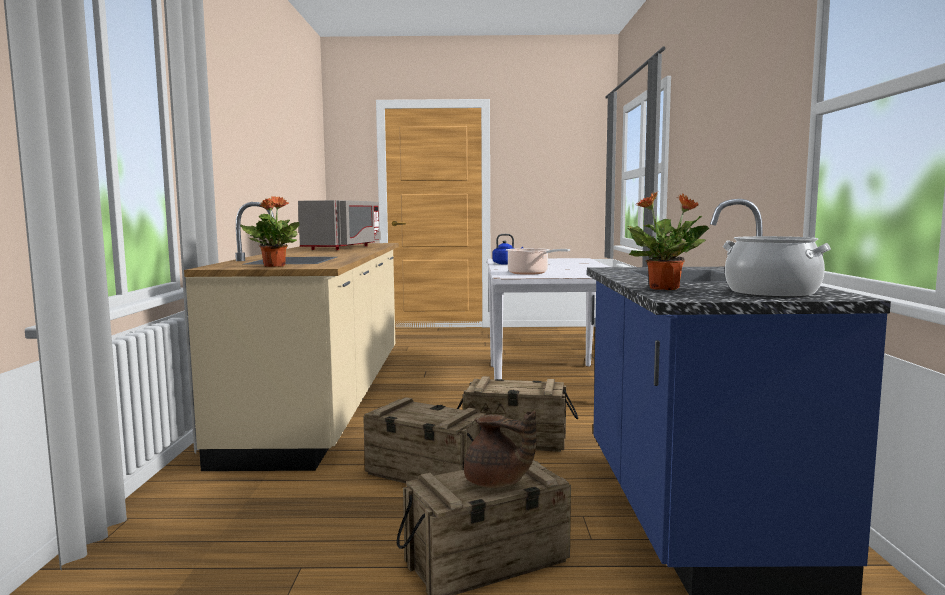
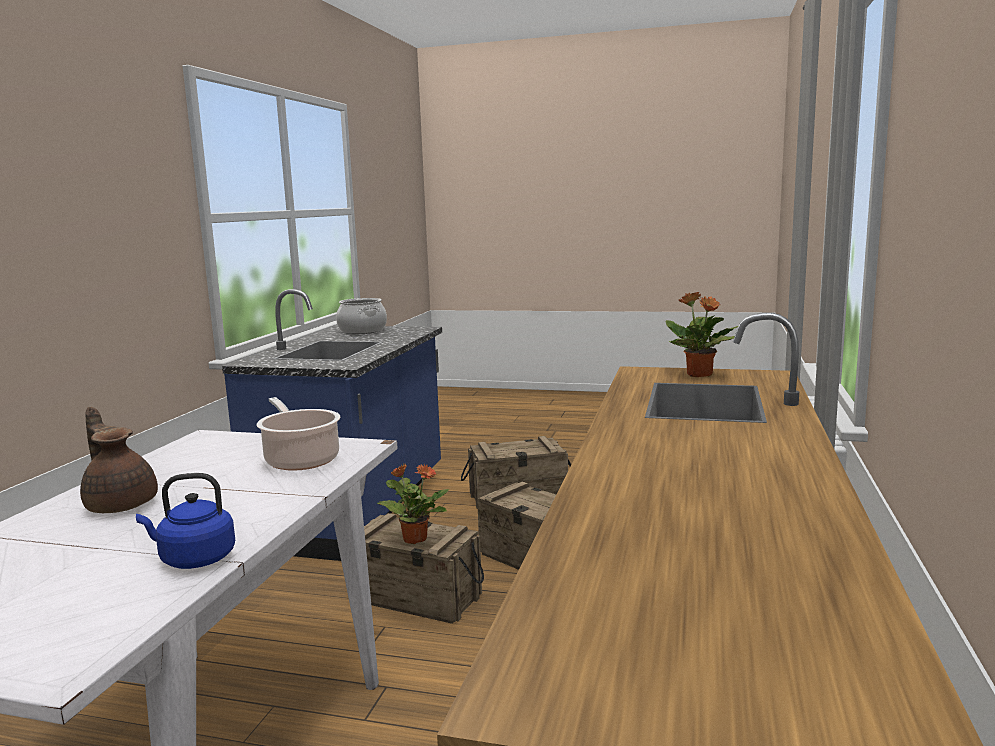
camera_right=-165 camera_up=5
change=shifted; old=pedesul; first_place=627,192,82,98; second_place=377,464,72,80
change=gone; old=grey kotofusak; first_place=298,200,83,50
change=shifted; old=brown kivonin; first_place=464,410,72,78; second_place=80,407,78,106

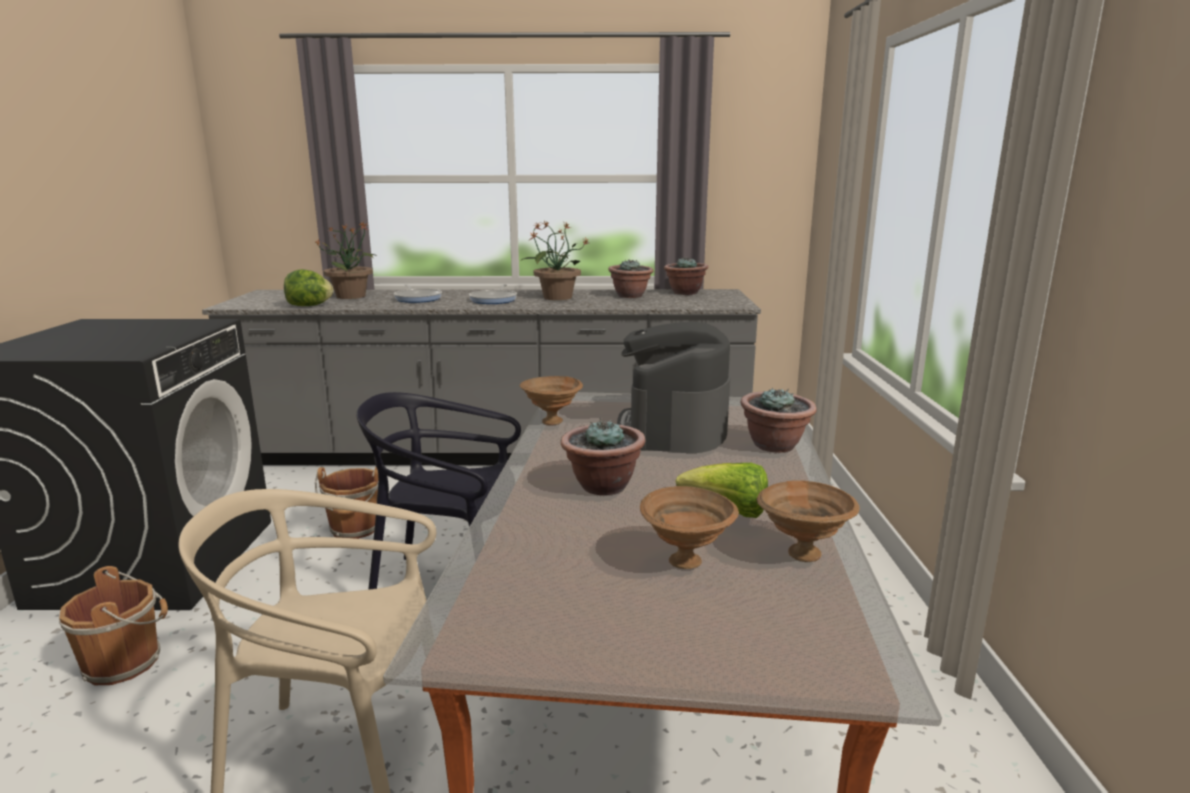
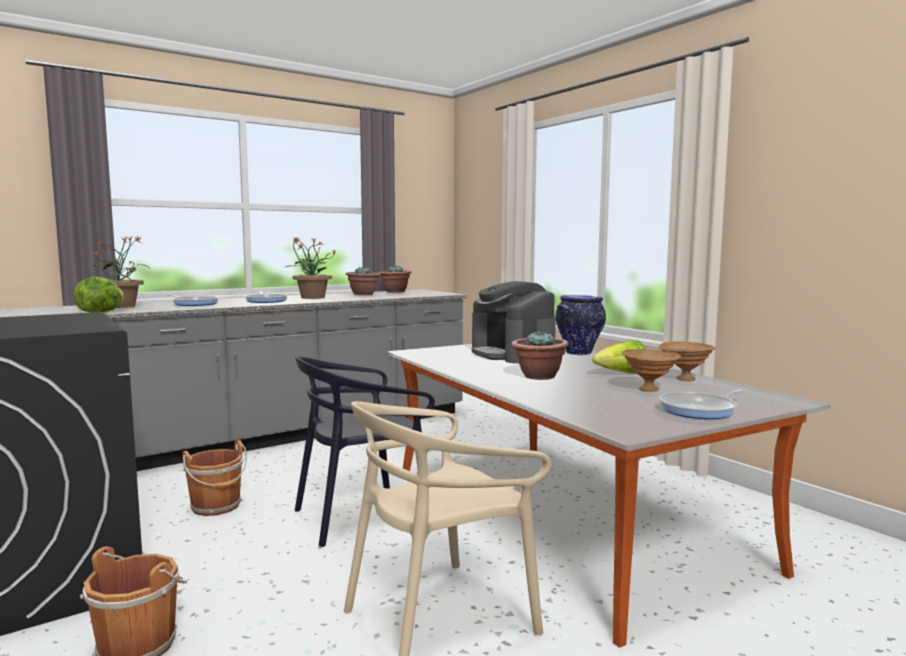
camera_right=-35 camera_up=-10
change=gone; old=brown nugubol; first_place=520,376,63,49
change=swapped; old=pedesul; new=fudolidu; first_place=740,387,77,66; second_place=556,295,50,60
change=new; new=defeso; second_place=659,389,87,30

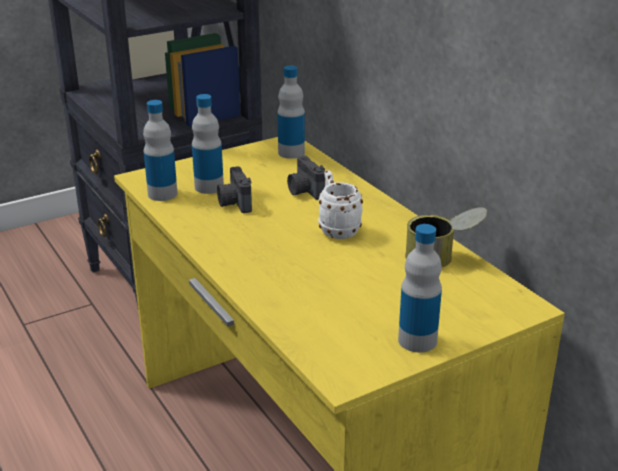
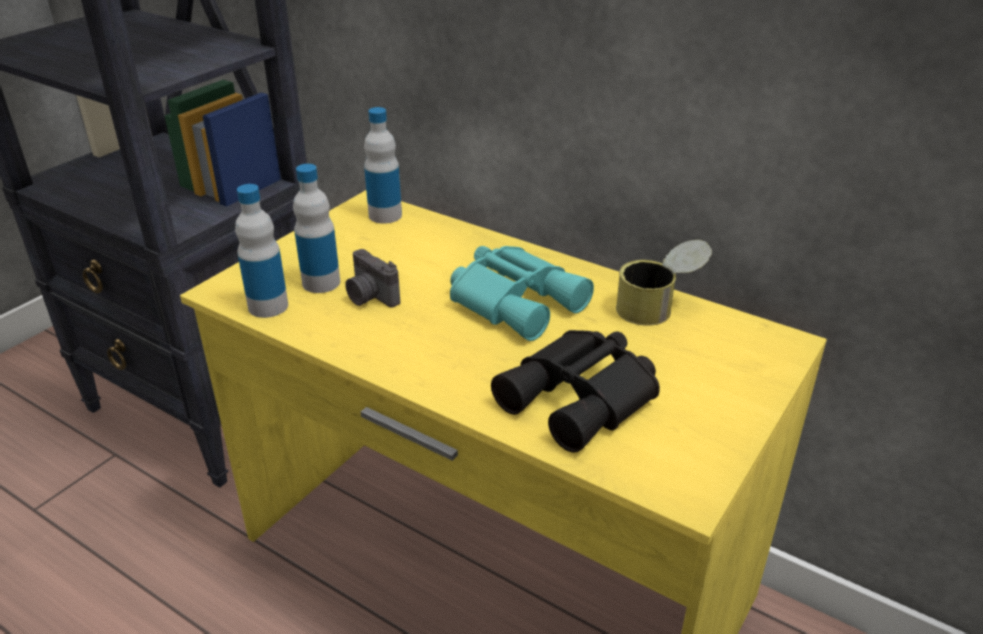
camera_right=-25 camera_up=5
change=gone; old=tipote; first_place=287,155,38,45
change=swapped; old=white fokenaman; new=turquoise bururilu; first_place=318,170,45,69; second_place=450,246,144,95
change=gone; old=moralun; first_place=398,224,44,129
change=new; new=black bururilu; second_place=491,330,169,123

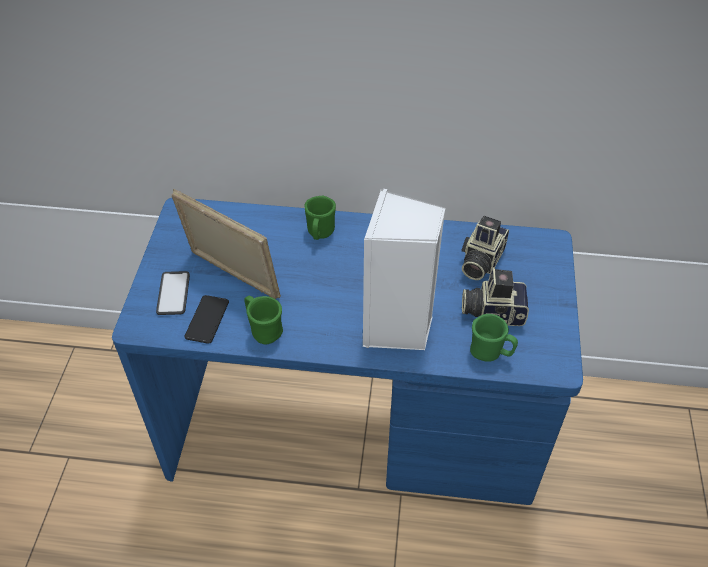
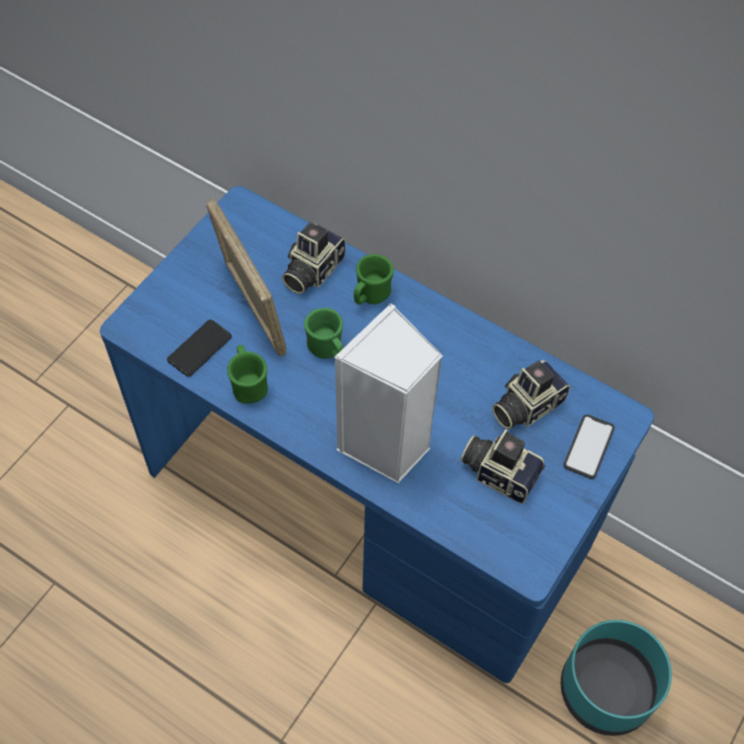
camera_right=25 camera_up=10
change=shifted; old=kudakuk; first_place=156,271,34,44; second_place=563,414,52,65
change=shifted; old=green fokenaman; first_place=470,314,48,48; second_place=304,308,39,51
change=new; new=tipote; second_place=282,222,64,72
change=new; new=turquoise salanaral; second_place=561,620,111,116

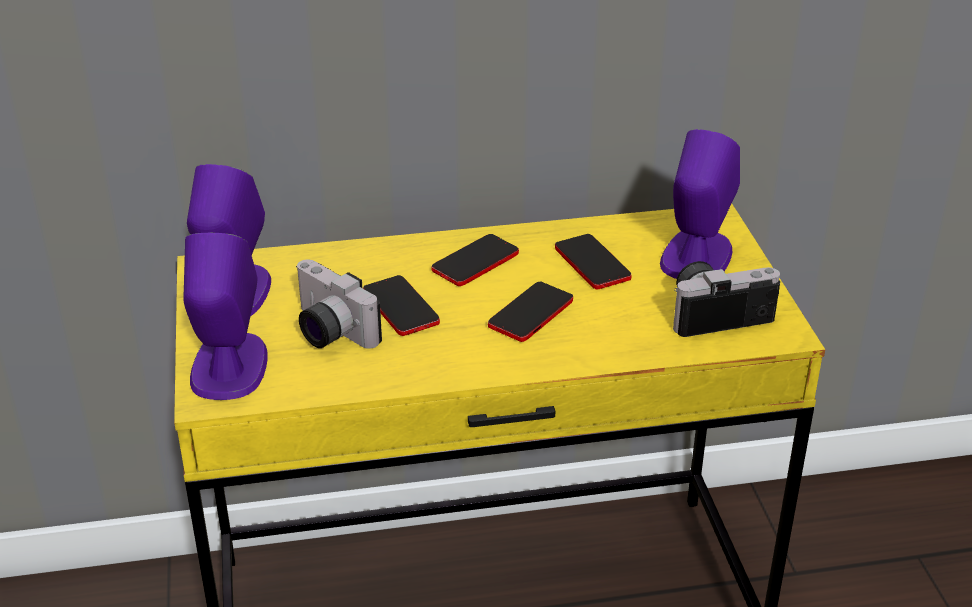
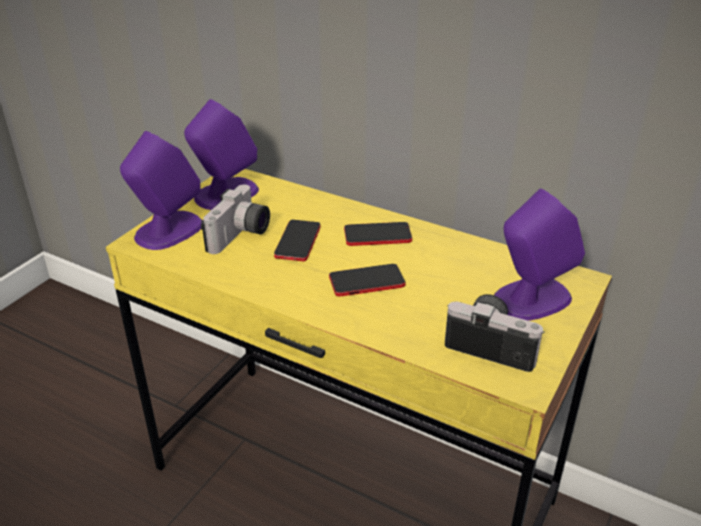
camera_right=40 camera_up=0
change=gone; old=kudakuk; first_place=555,234,76,56
change=rotated; old=tipote; first_place=296,260,86,89; second_place=201,185,69,69; degrees=-150

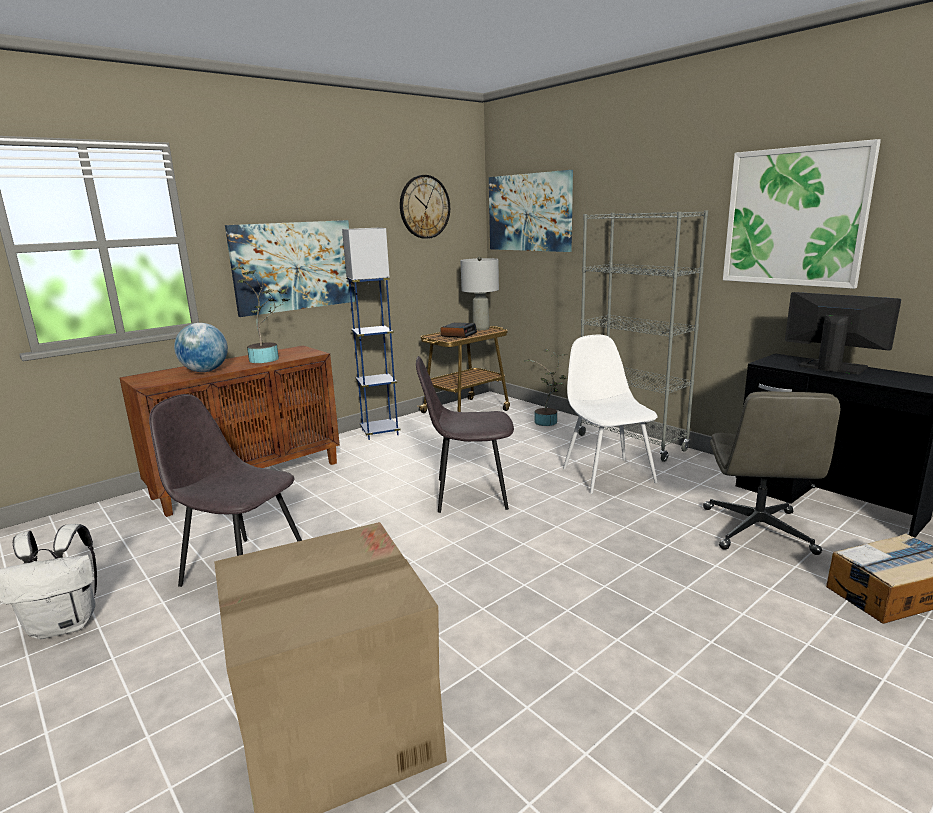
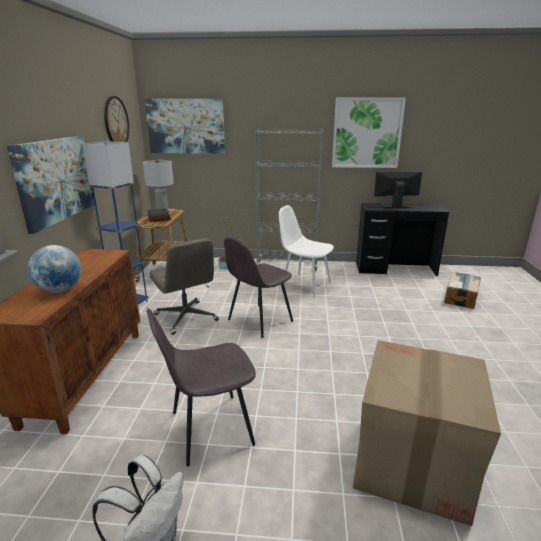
camera_right=-45 camera_up=5
change=gone; old=pedesul; first_place=231,267,58,96
change=shifted; old=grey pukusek; first_place=703,391,137,164; second_place=150,238,69,97

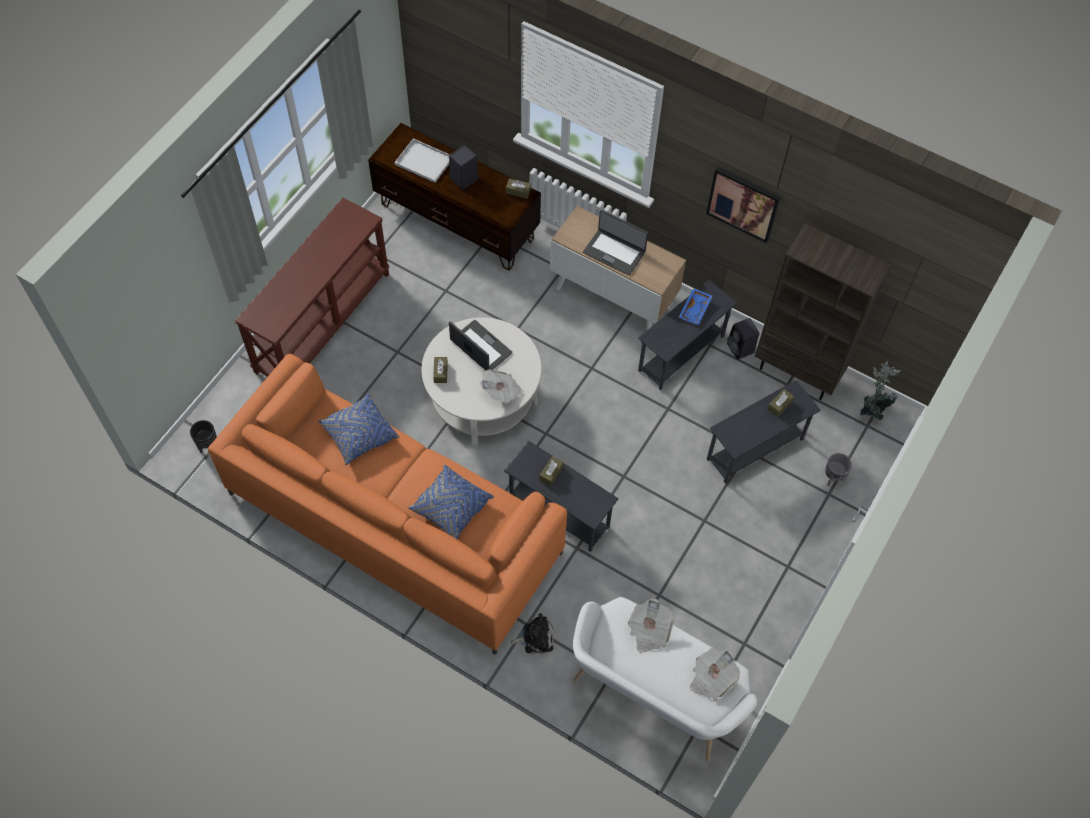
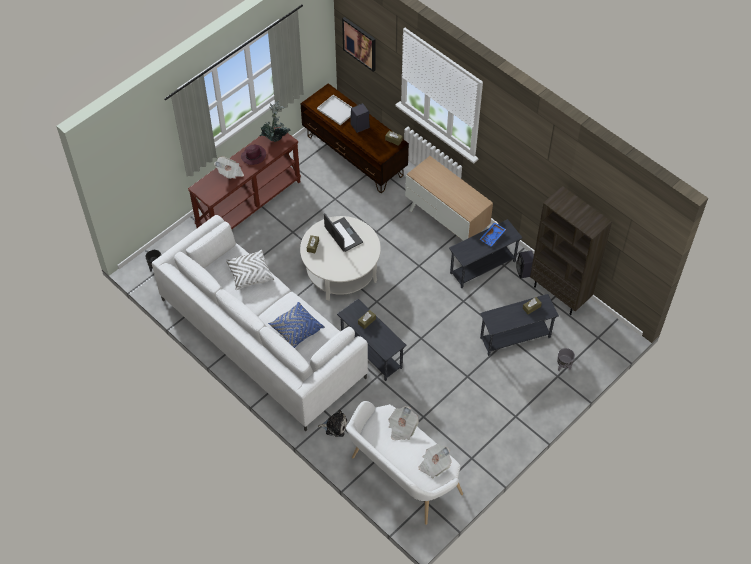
camera_right=15 camera_up=-5
change=shifted; old=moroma; first_place=706,167,74,76; second_place=342,17,34,55
change=gone; old=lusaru; first_place=583,210,65,65
change=repainted; old=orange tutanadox; new=white tutanadox; first_place=208,354,359,301; second_place=152,215,217,216
change=shifted; old=pedesul; first_place=860,361,41,59; second_place=260,100,30,42
change=shifted; old=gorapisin; first_place=480,369,44,35; second_place=214,157,30,22
change=repainted; old=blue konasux; new=white konasux; first_place=318,394,81,71; second_place=225,250,49,40
change=new; new=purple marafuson; second_place=241,145,25,20

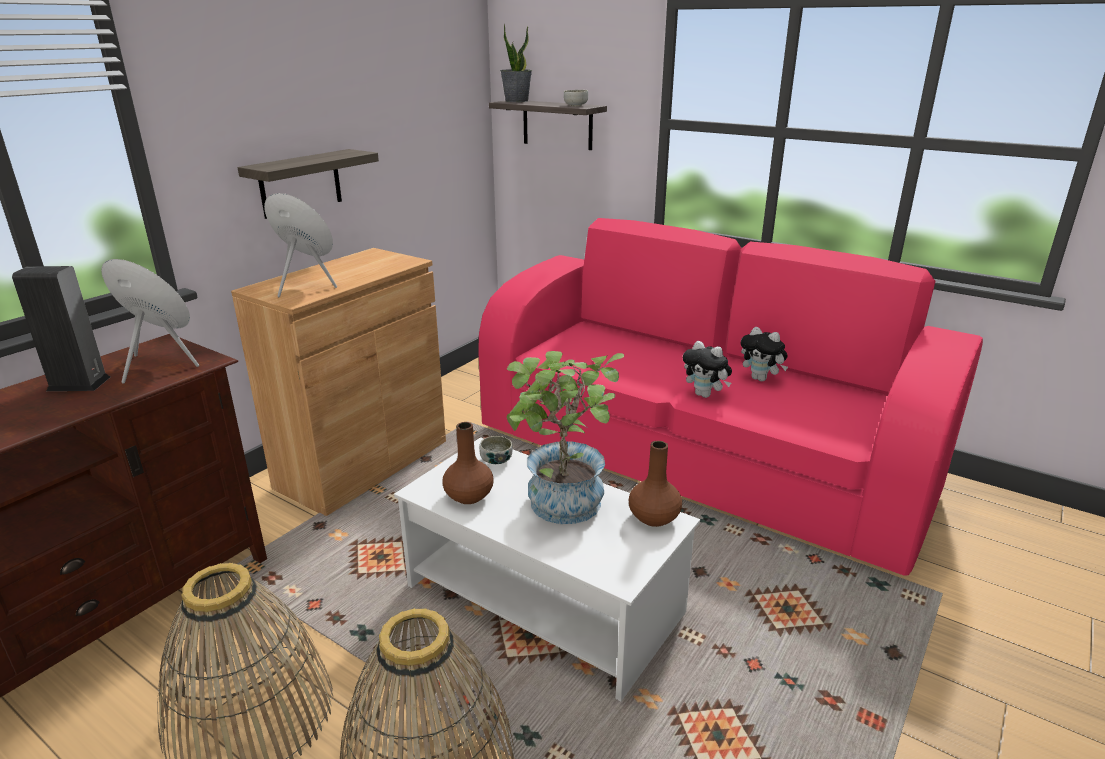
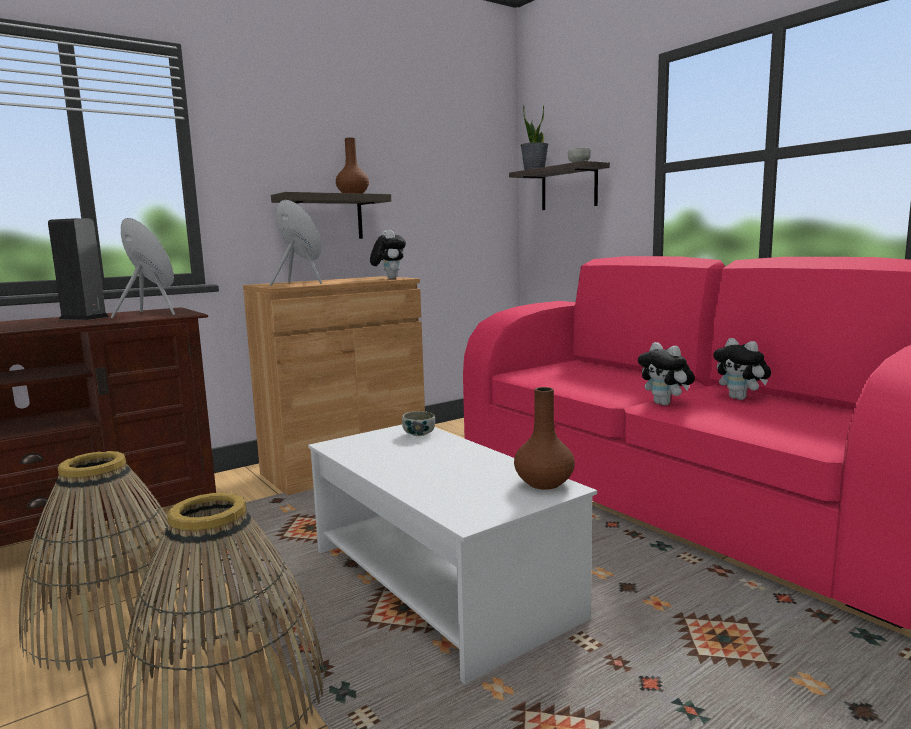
camera_right=20 camera_up=-15
change=gone; old=pedesul; first_place=506,351,118,173
change=shifted; old=brown fudolidu; first_place=442,422,52,82; second_place=336,138,33,55
change=new; new=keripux; second_place=370,230,36,49

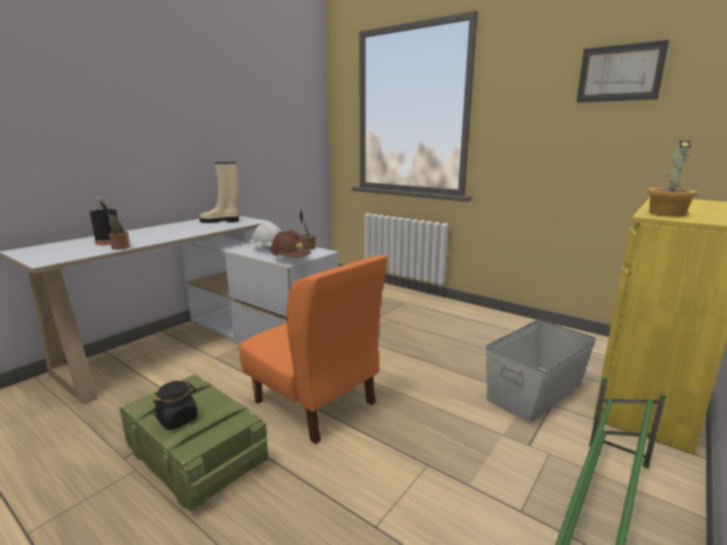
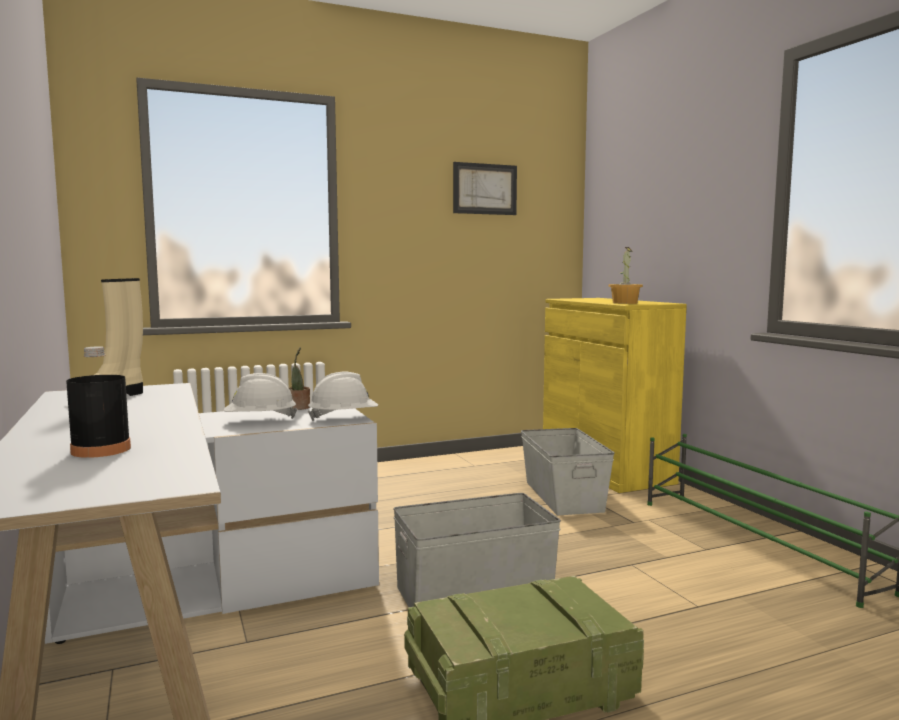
camera_right=-60 camera_up=-10
change=gone; old=pedesul; first_place=100,201,30,49
change=repainted; old=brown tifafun; new=white tifafun; first_place=270,230,41,27; second_place=308,372,70,49
change=swapped; old=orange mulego; new=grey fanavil; first_place=239,255,148,189; second_place=393,493,168,114
change=gone; old=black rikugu; first_place=153,381,45,49

